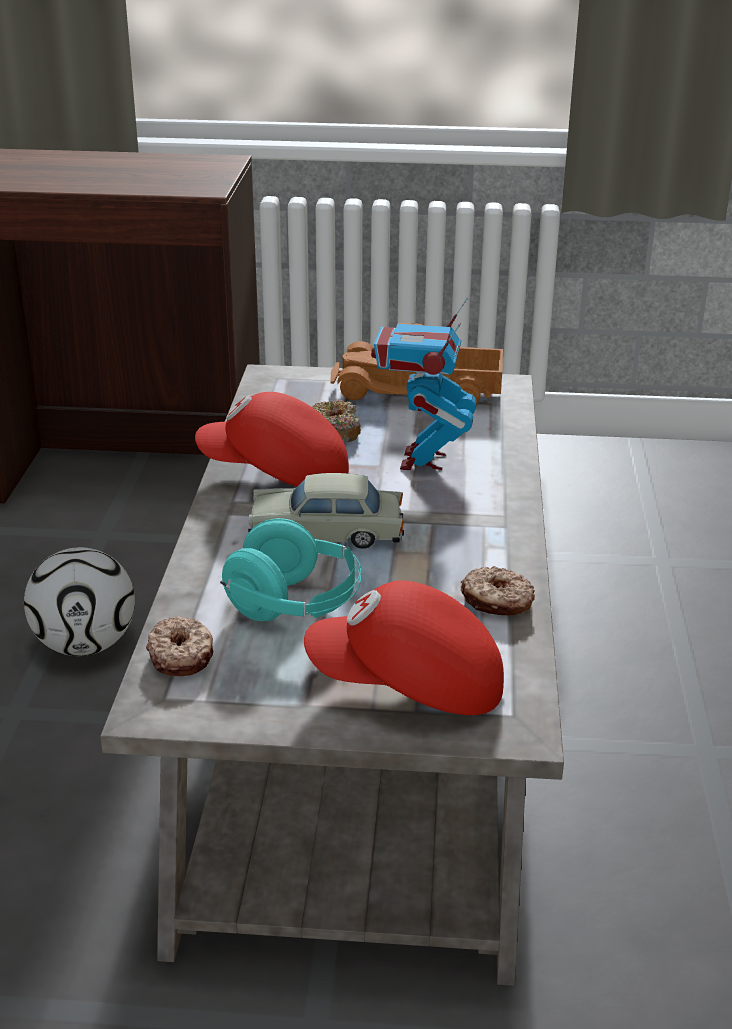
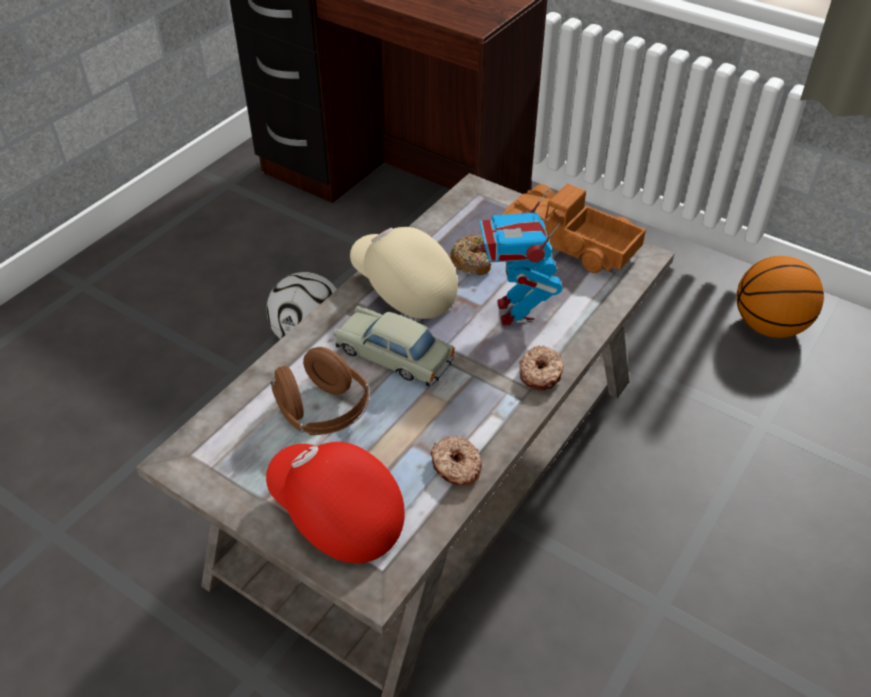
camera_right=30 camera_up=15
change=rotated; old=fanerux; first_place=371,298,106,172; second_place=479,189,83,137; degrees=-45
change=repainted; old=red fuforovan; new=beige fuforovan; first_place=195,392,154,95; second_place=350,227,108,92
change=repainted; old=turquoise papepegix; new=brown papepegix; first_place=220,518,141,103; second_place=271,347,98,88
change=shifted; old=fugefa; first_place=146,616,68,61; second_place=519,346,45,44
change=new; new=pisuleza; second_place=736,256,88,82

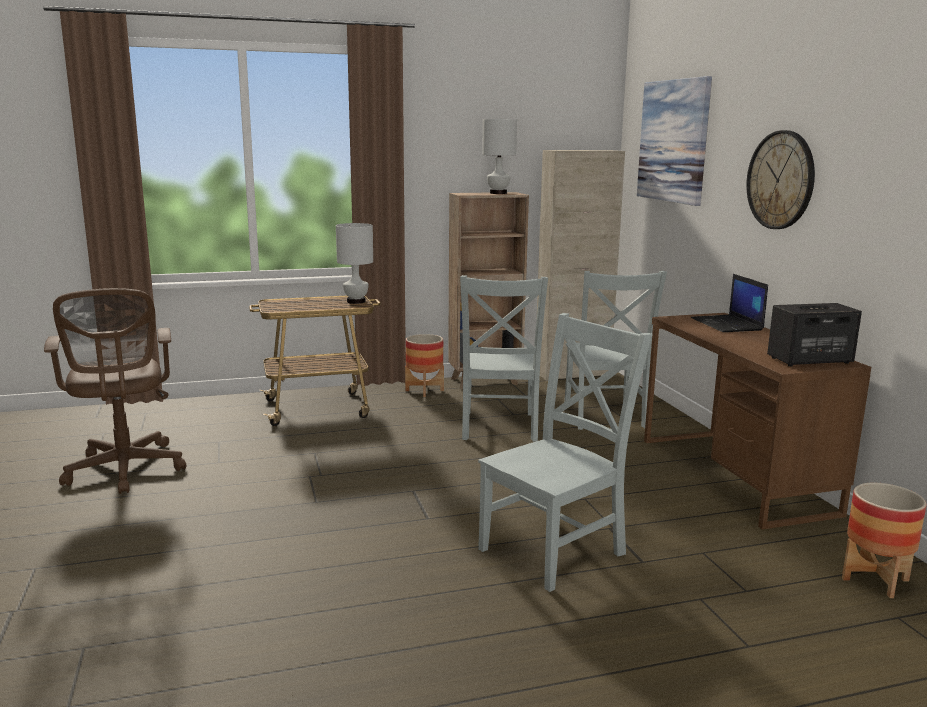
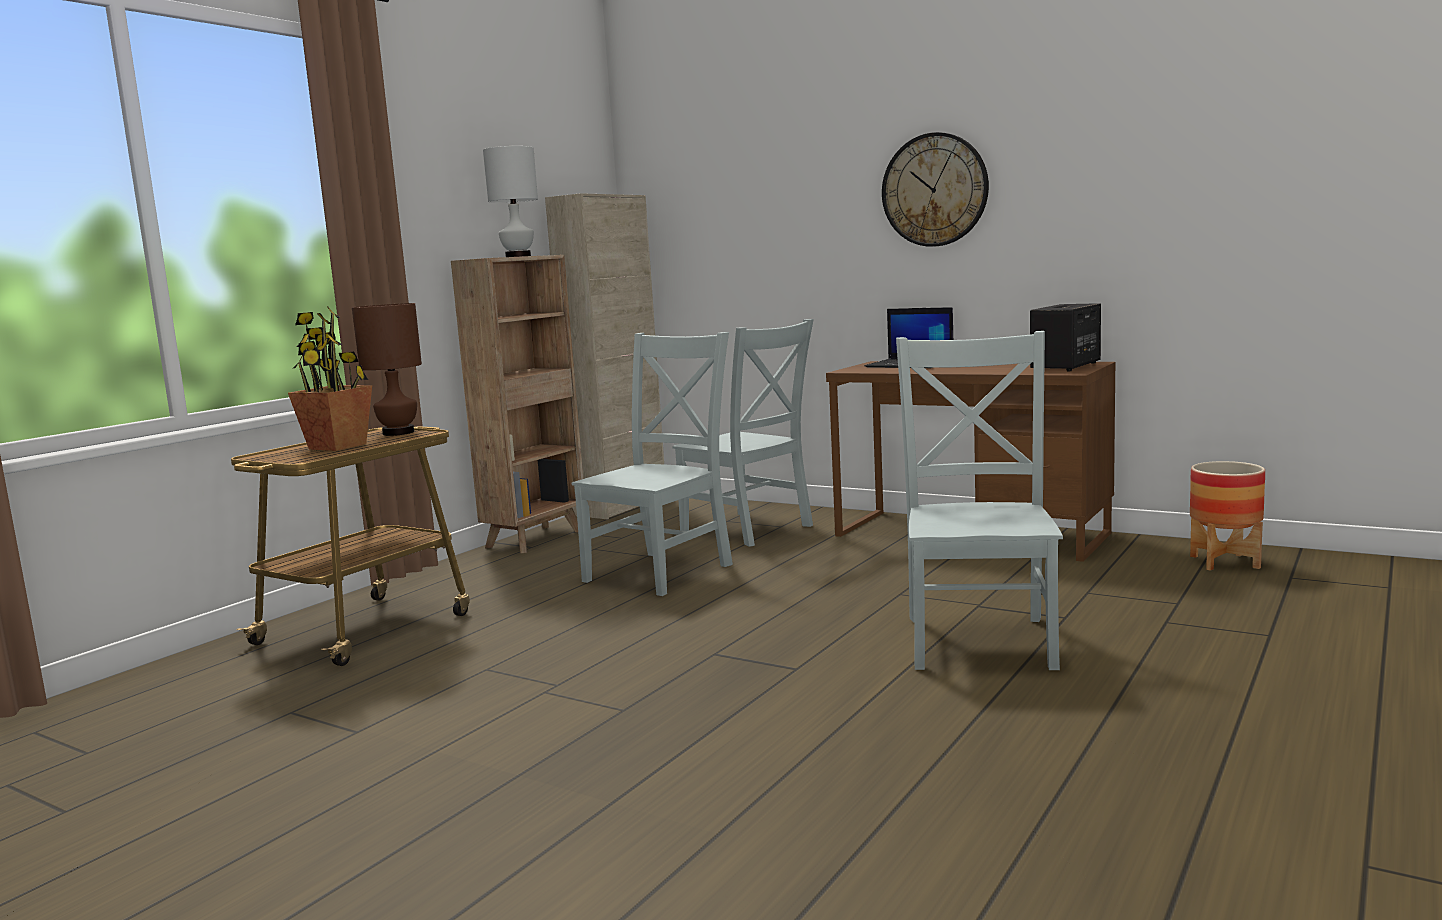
camera_right=-40 camera_up=-5
change=gone; old=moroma; first_place=637,76,75,130
change=repainted; old=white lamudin; new=brown lamudin; first_place=336,223,37,81; second_place=352,303,70,133
change=rotated; old=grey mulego; first_place=460,275,88,167; second_place=572,332,161,264; degrees=-105
change=gone; old=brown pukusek; first_place=44,288,142,206
change=gone; old=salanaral; first_place=405,334,39,63
change=new; new=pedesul; second_place=288,306,84,145

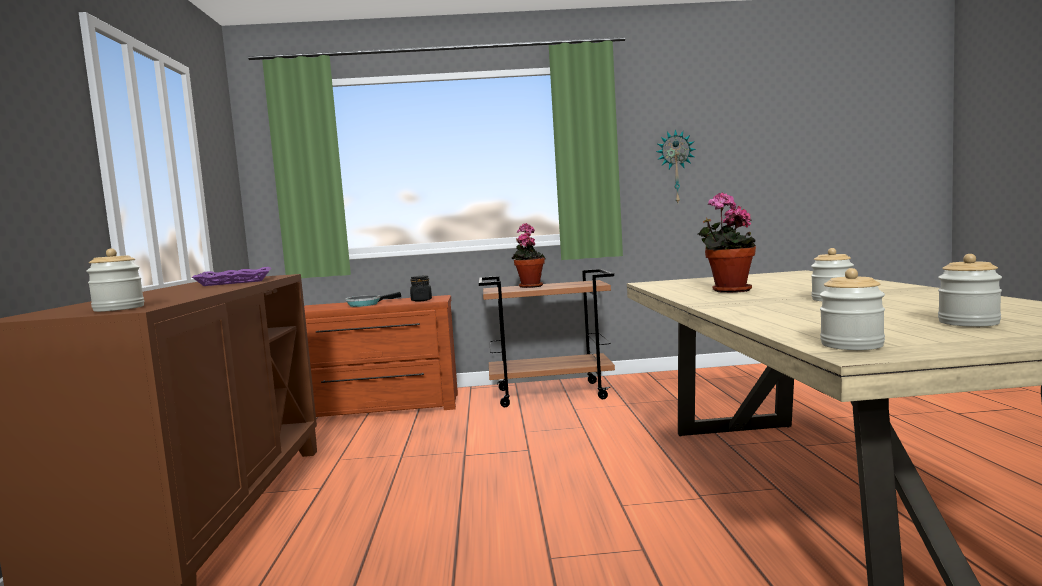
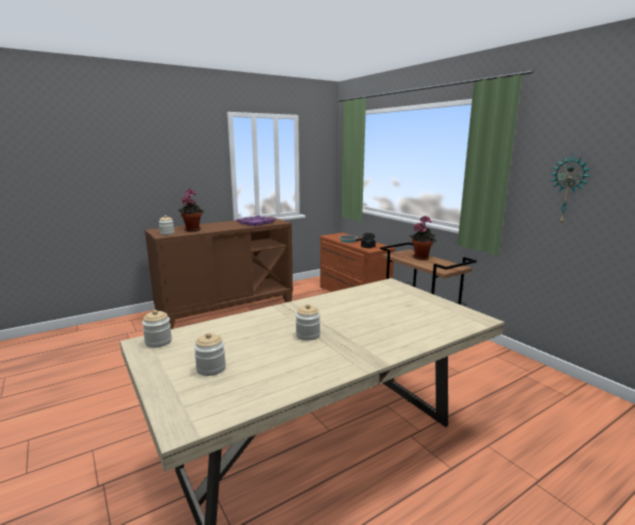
camera_right=60 camera_up=10
change=shifted; old=pedesul; first_place=698,193,58,100; second_place=179,189,25,43

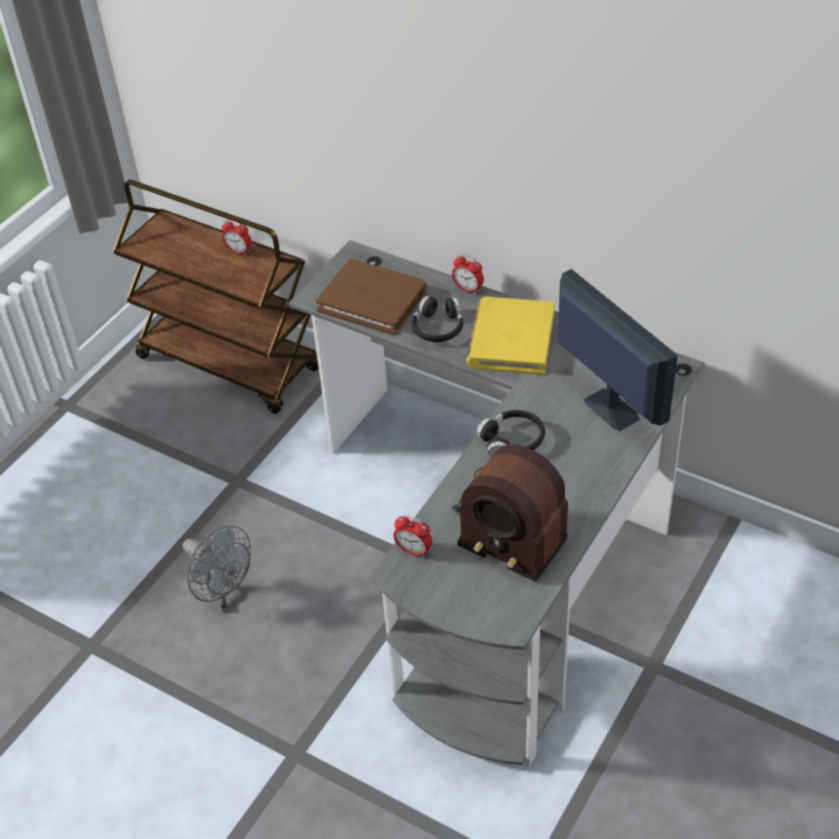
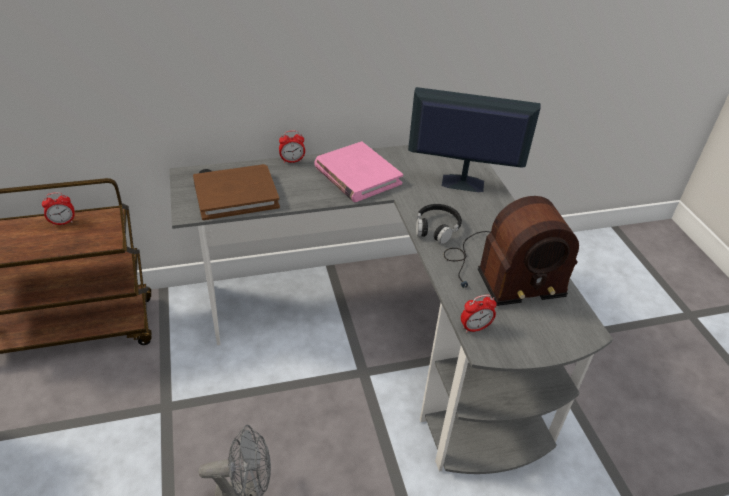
camera_right=-50 camera_up=-5
change=gone; old=black papepegix; first_place=412,296,51,46
change=repainted; old=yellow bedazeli; new=pink bedazeli; first_place=466,297,88,78; second_place=314,141,89,61

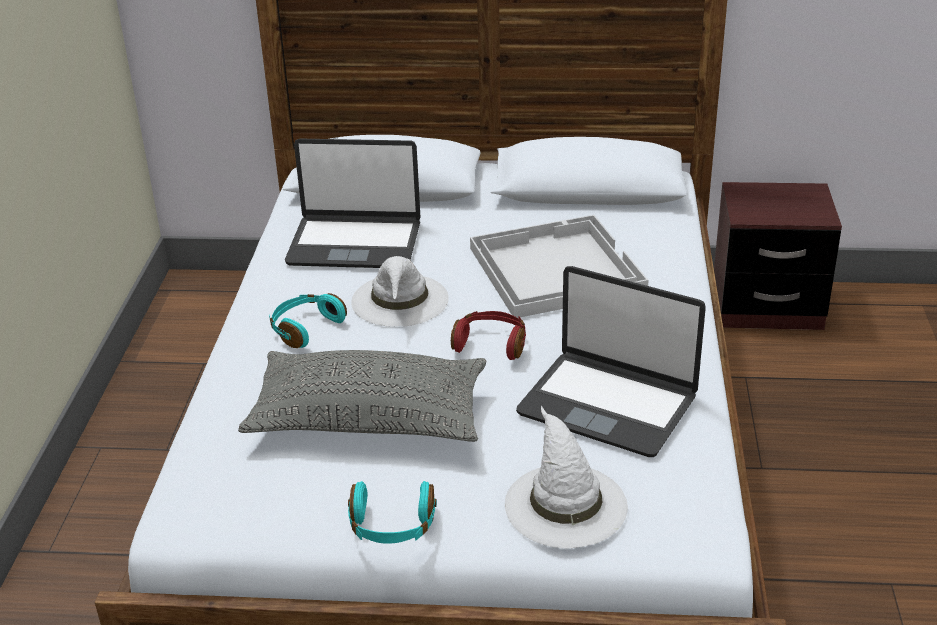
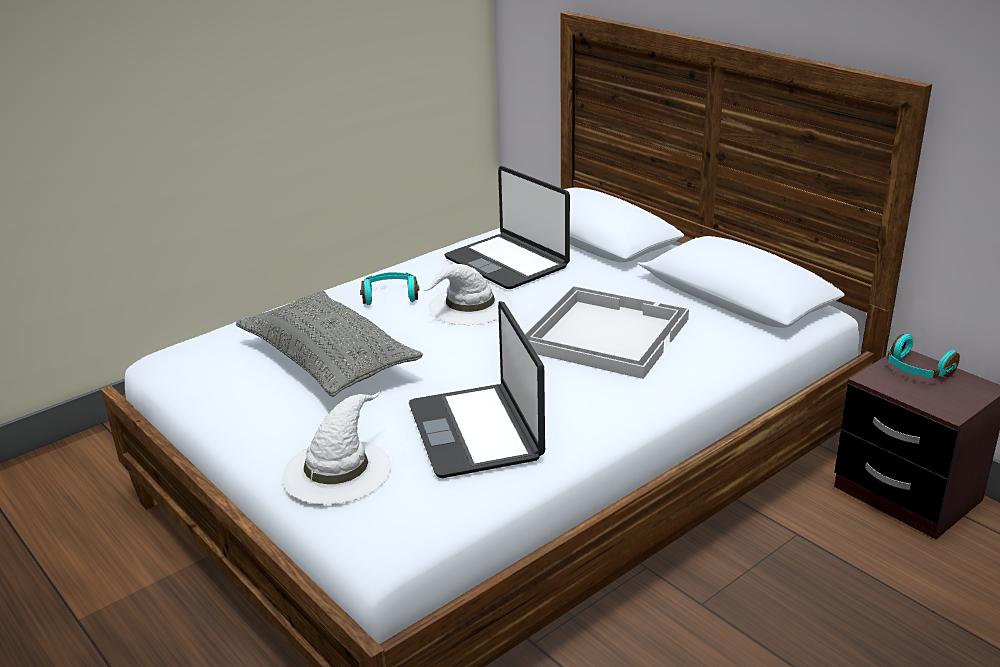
camera_right=45 camera_up=-5
change=gone; old=red papepegix; first_place=451,311,75,49
change=shifted; old=turquoise papepegix; first_place=348,481,89,63; second_place=887,334,73,44

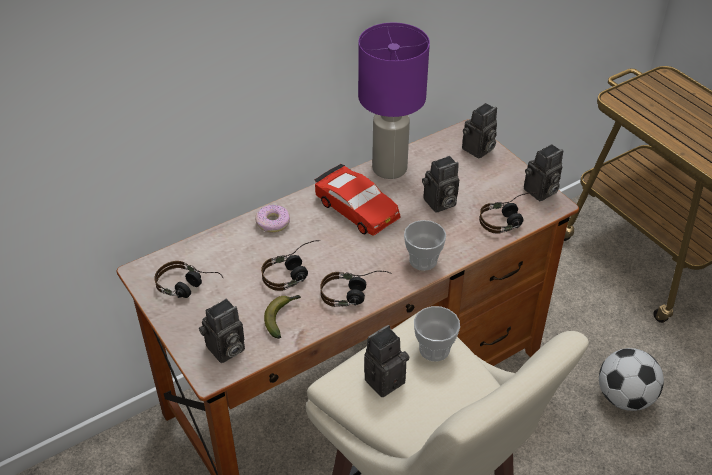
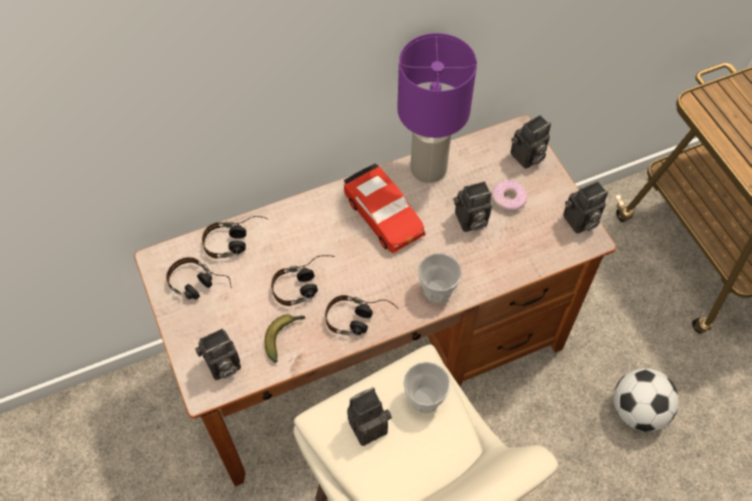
camera_right=10 camera_up=15
change=shifted; old=papepegix; first_place=479,192,57,42; second_place=202,216,66,43
change=shifted; old=fugefa; first_place=255,204,35,28; second_place=492,180,35,32

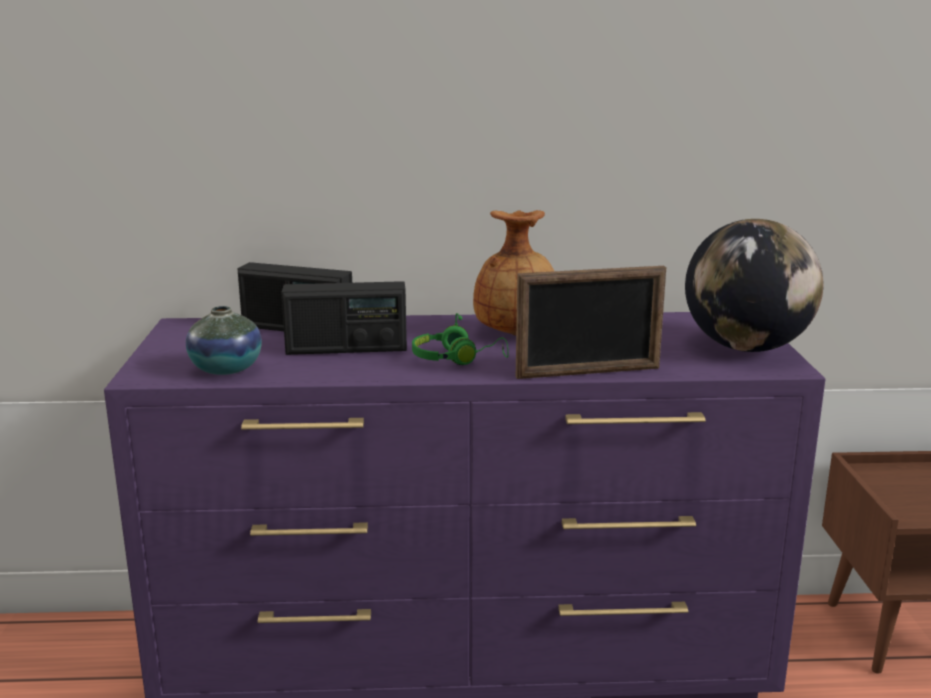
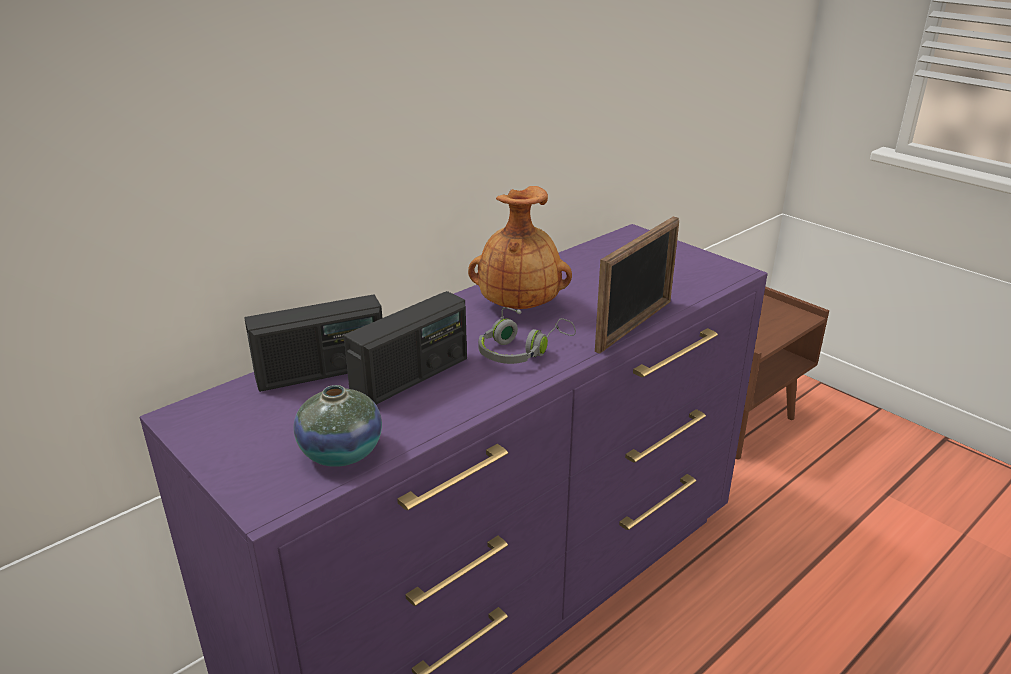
camera_right=-40 camera_up=10
change=gone; old=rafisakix; first_place=685,219,138,133
change=repainted; old=green papepegix; new=grey papepegix; first_place=412,313,97,52; second_place=478,307,98,57

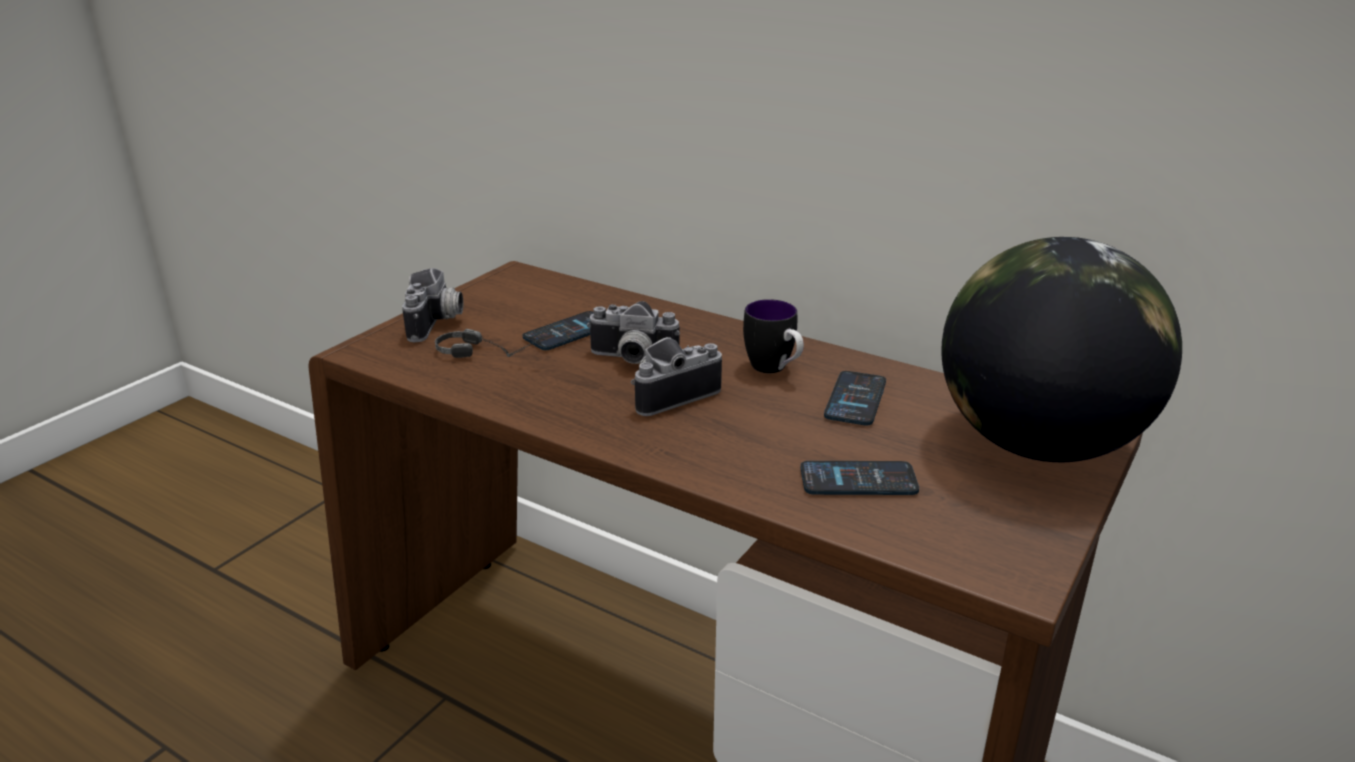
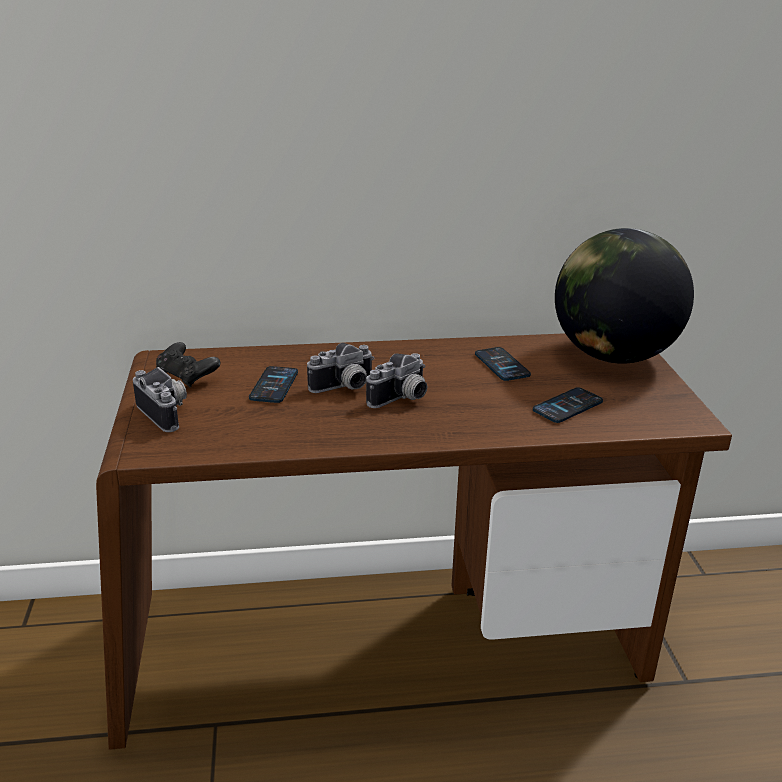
camera_right=-40 camera_up=0
change=gone; old=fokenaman; first_place=743,299,61,74
change=gone; old=papepegix; first_place=435,329,112,29
change=rotated; old=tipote; first_place=631,337,91,79; second_place=366,353,61,55; degrees=-150
change=new; new=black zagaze; second_place=156,342,64,46

